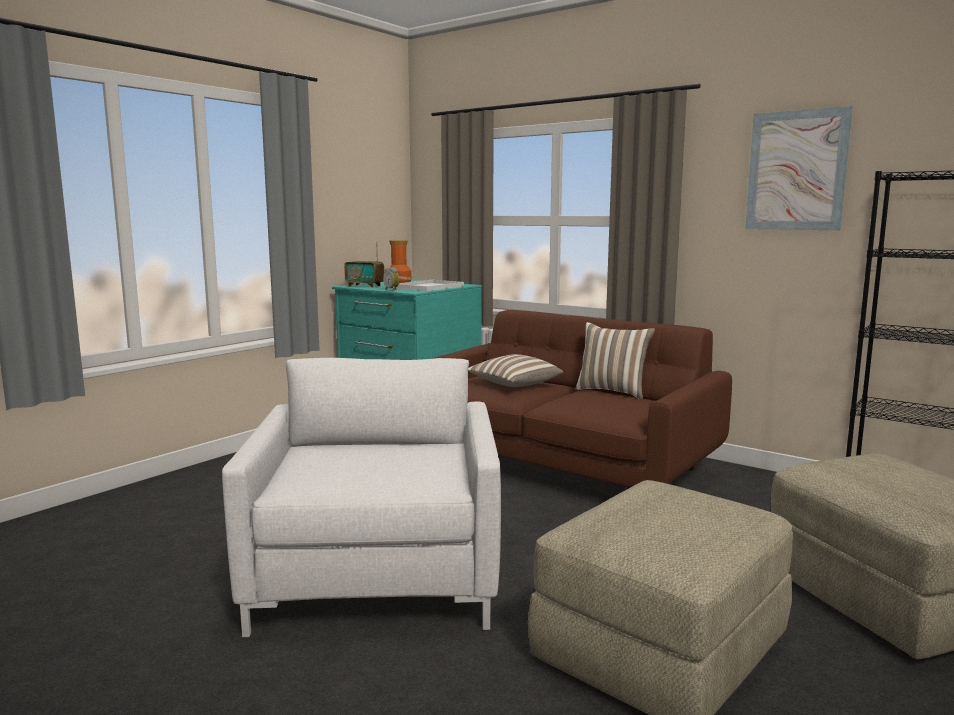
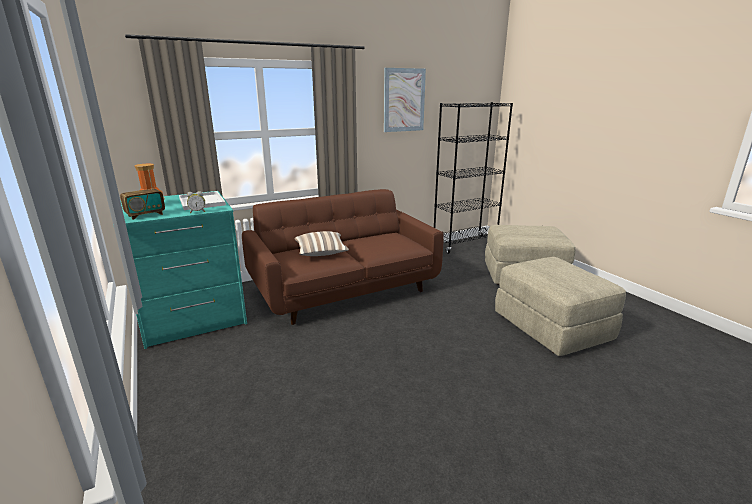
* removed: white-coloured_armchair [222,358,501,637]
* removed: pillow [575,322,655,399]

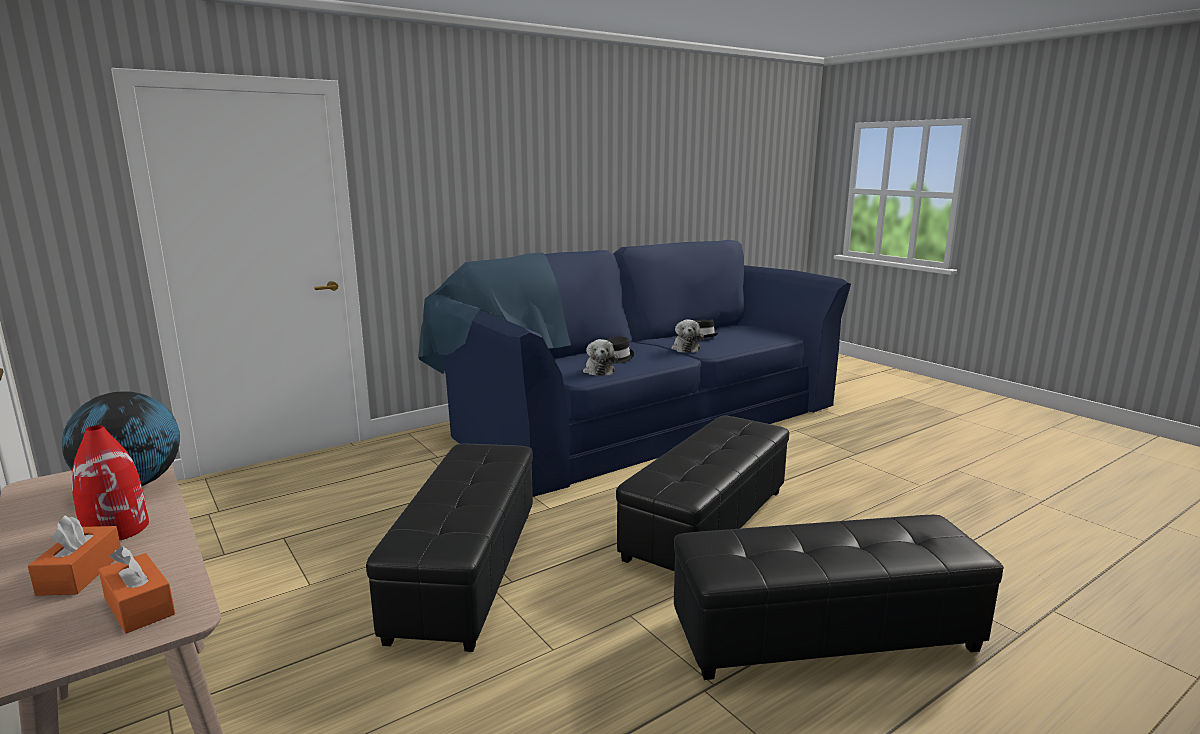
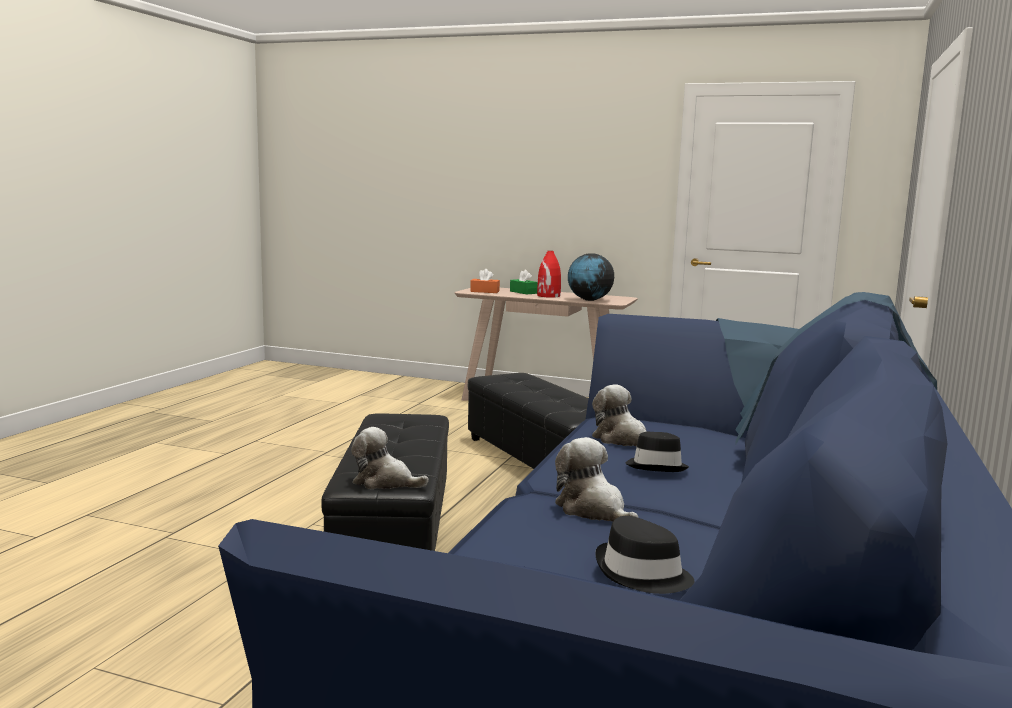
* added: plush_toy [351,427,429,489]
* recoloured: orange-coloured_tissue_box [28,515,121,596] to green_tissue_box [510,270,538,294]
* removed: black-coloured_ottoman [674,515,1004,680]

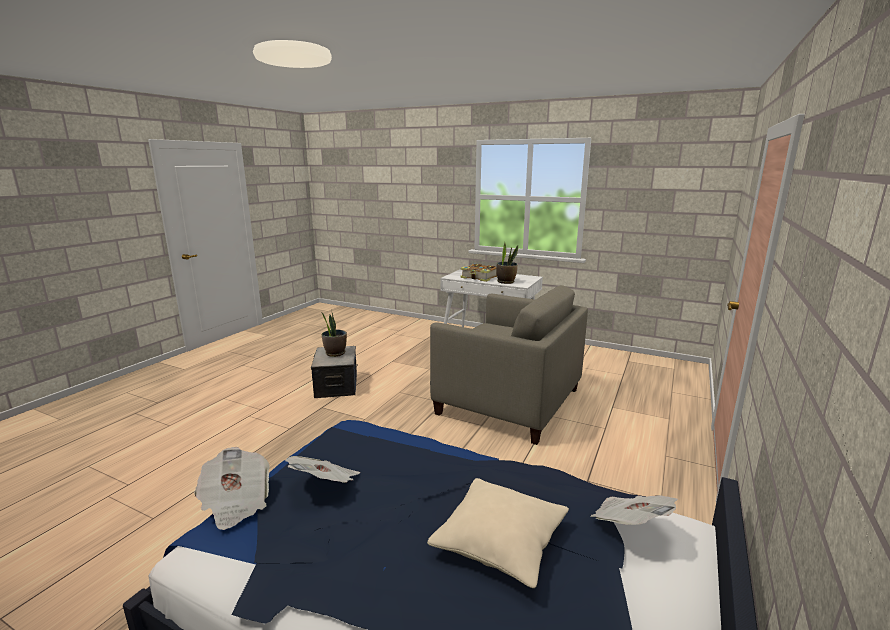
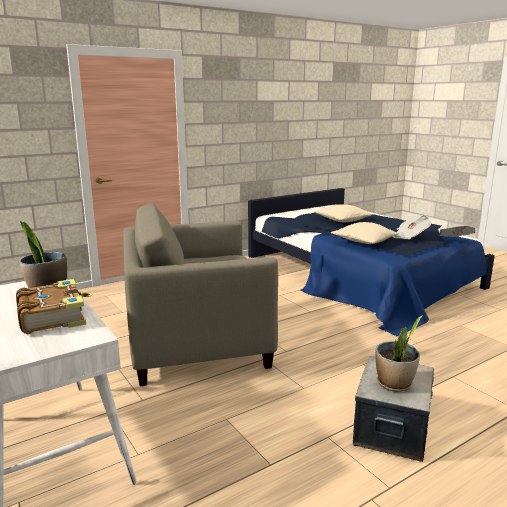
* turned: sand-coloured_armchair [430,285,588,445] = [123,203,278,386] 75 degrees counterclockwise
* added: sand-coloured_pillow [331,222,399,244]
* removed: printed_paper [591,495,678,525]

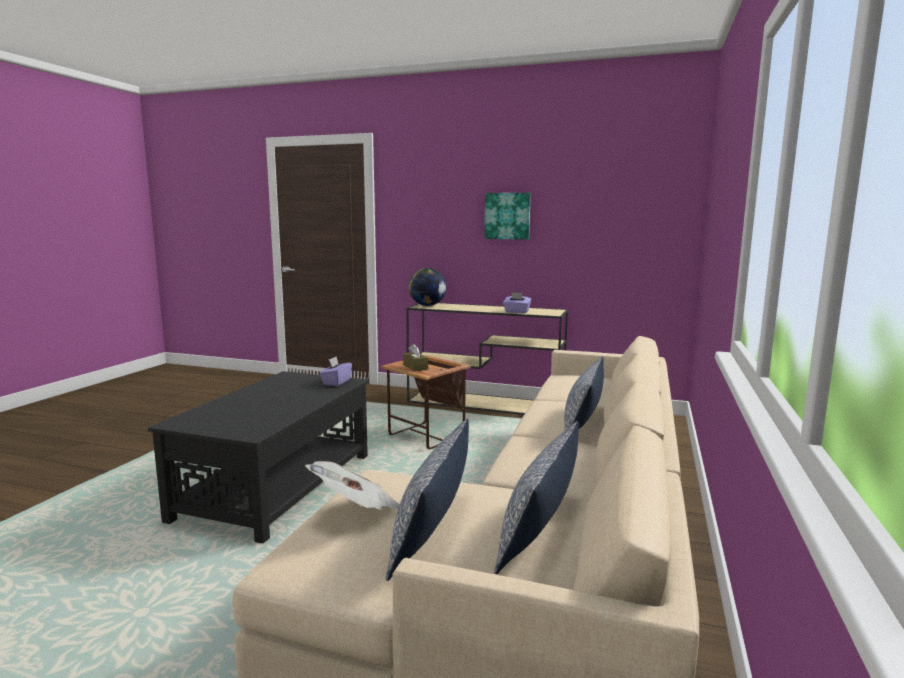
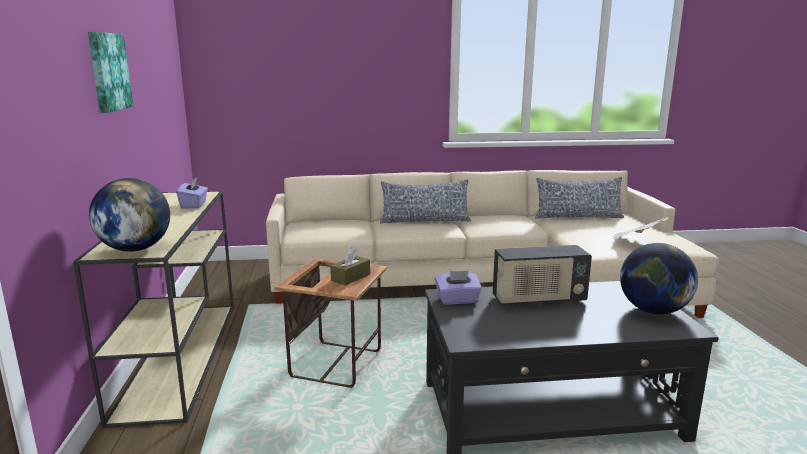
* added: radio [493,245,592,306]
* added: desk_globe [620,243,698,314]
* removed: pillow [386,419,469,581]

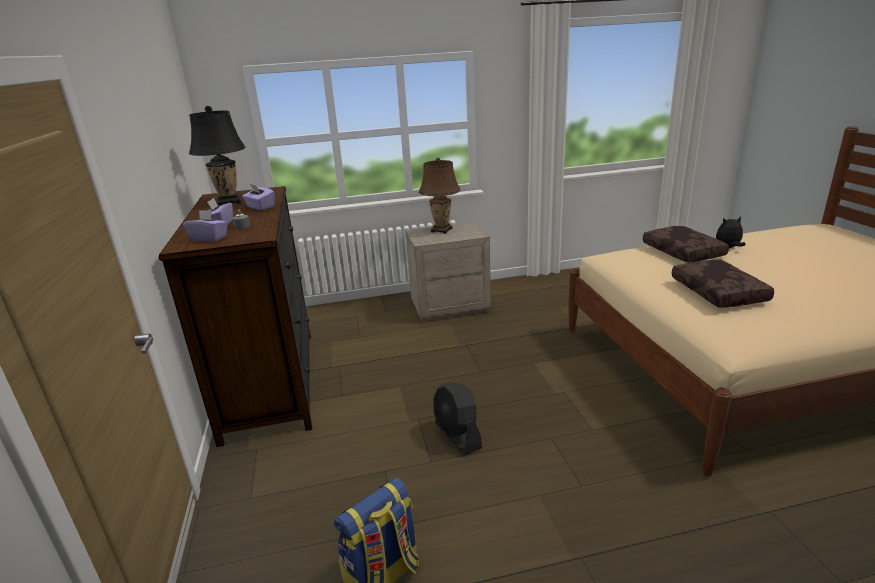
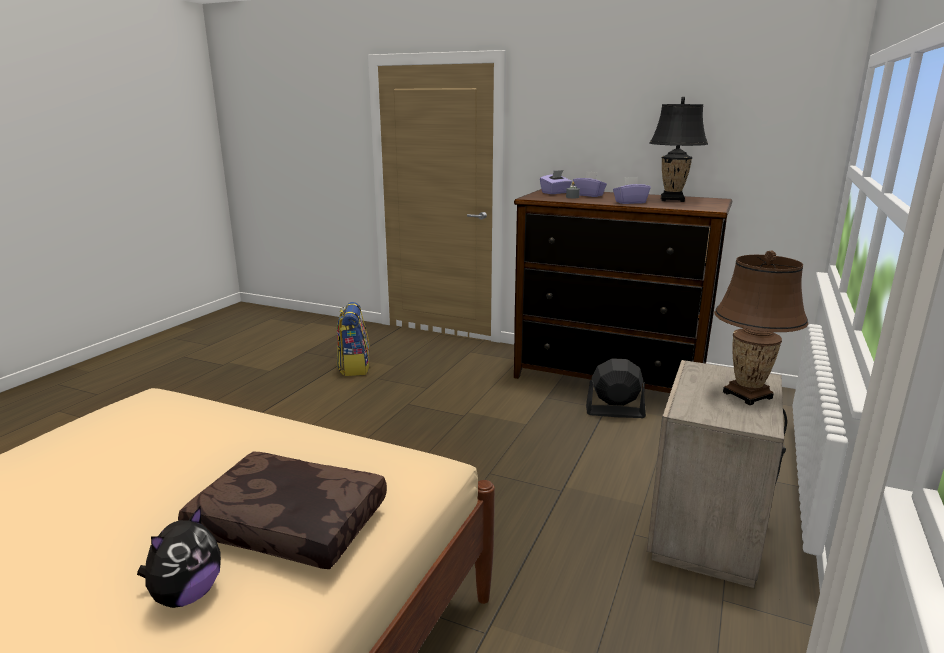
* moved: black-coloured_electric_fan [433,383,482,455] to [586,358,646,418]
* removed: brownish_pillow [672,260,774,308]

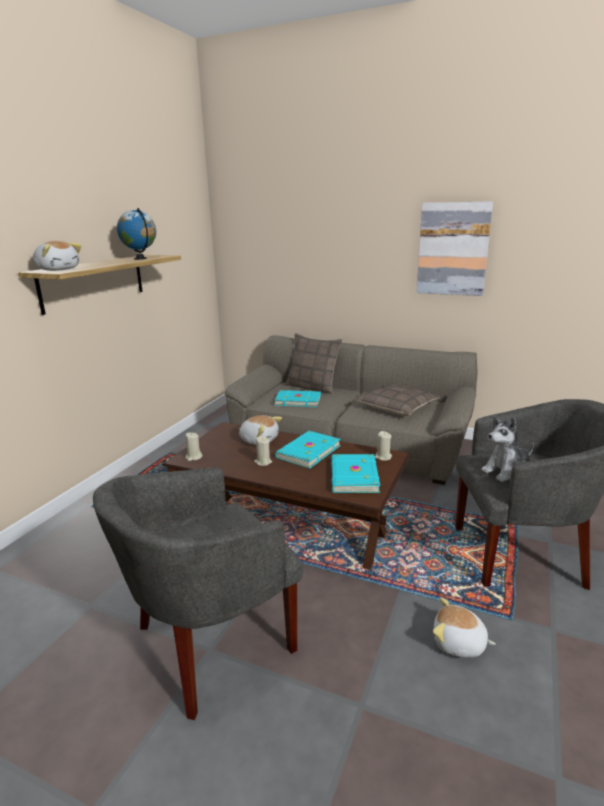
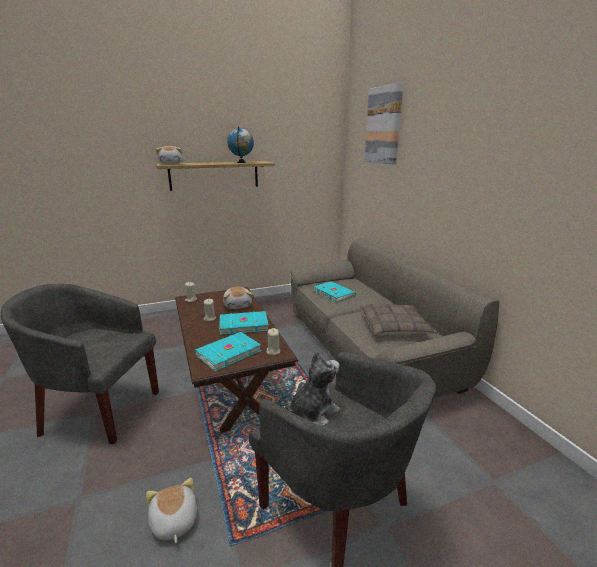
* turned: plush_toy [481,417,534,482] = [285,351,340,426] 120 degrees clockwise
* moved: picture [417,201,493,296] to [365,82,403,164]
* removed: pillow [286,333,342,394]

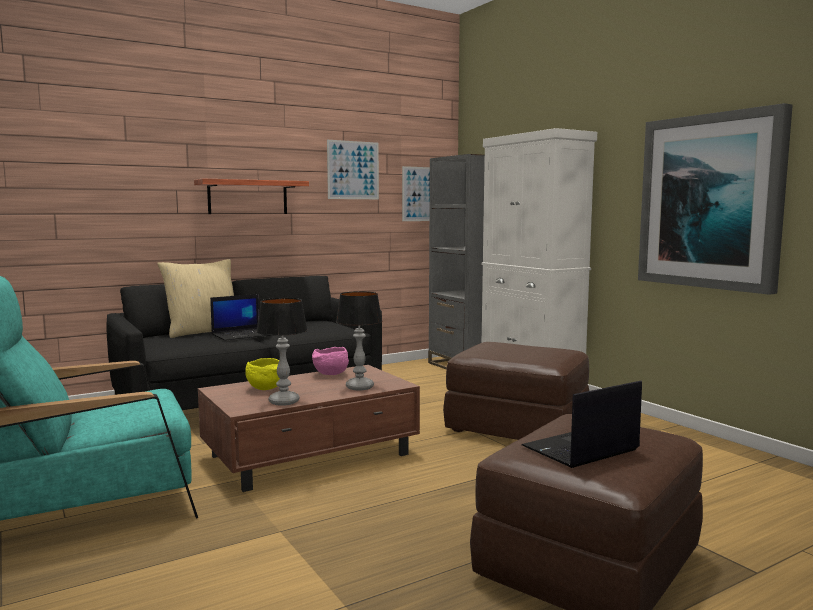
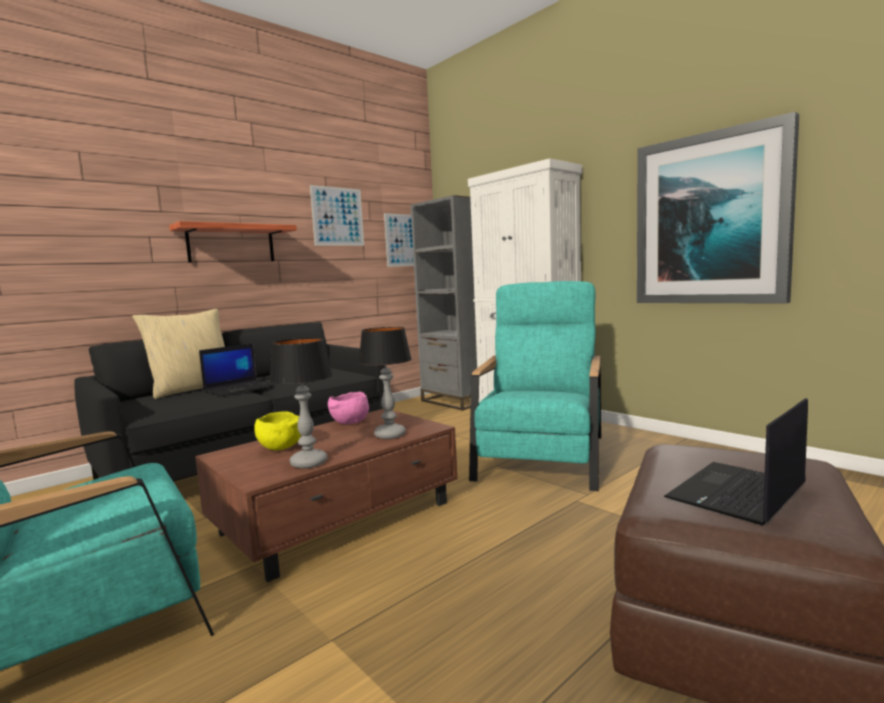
* replaced: brownish_ottoman [443,342,589,440] to blue-green_armchair [469,281,601,491]

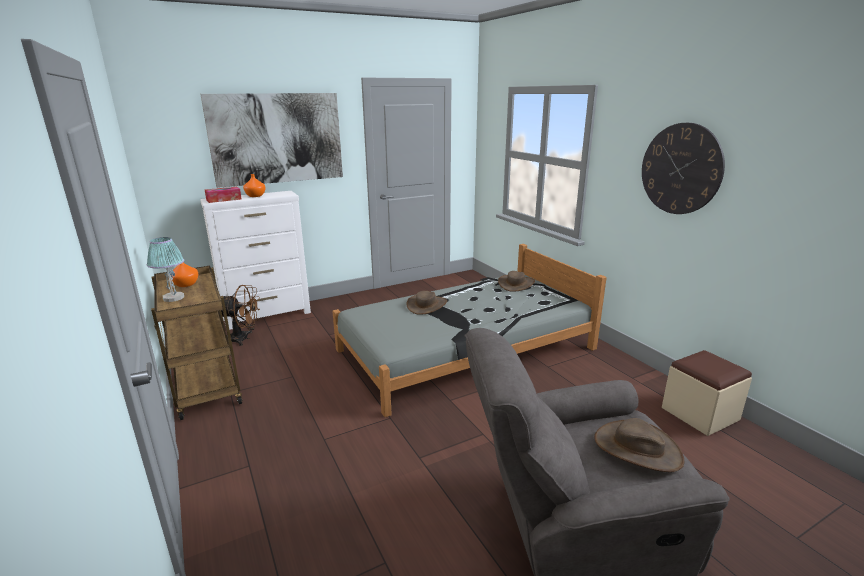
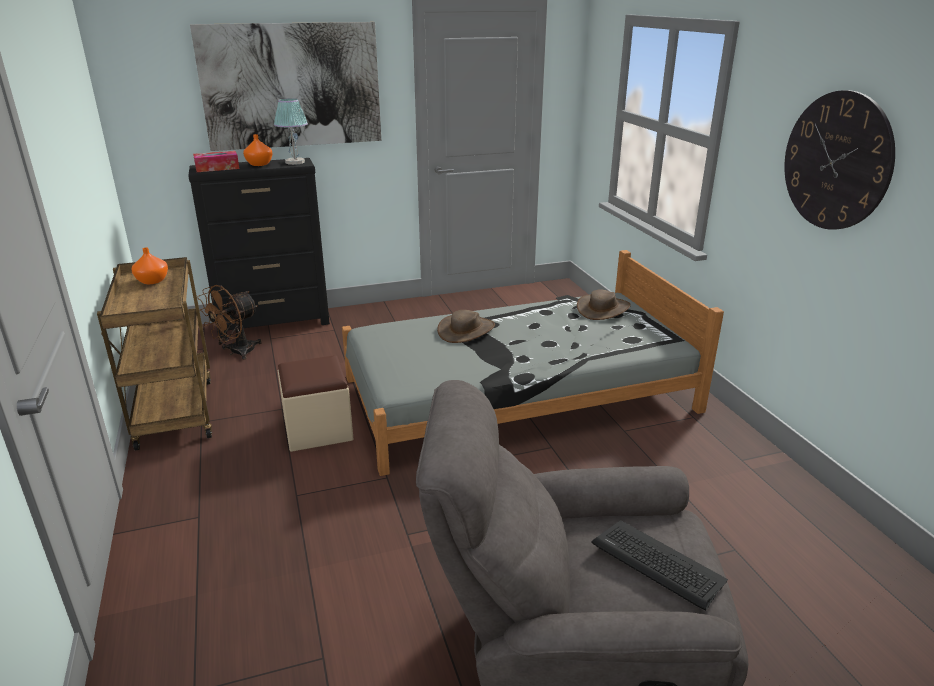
* recoloured: white-coloured_dresser [200,191,311,330] to black-coloured_dresser [188,158,330,339]
* turned: brownish_electric_fan [221,285,260,346] = [197,285,262,360] 120 degrees clockwise
* moved: table_lamp [147,237,184,302] to [274,98,308,165]
* moved: sand-coloured_ottoman [662,350,752,436] to [277,355,353,452]
* replaced: brownish_wearable_hat [594,418,684,472] to computer_keyboard [591,520,728,610]

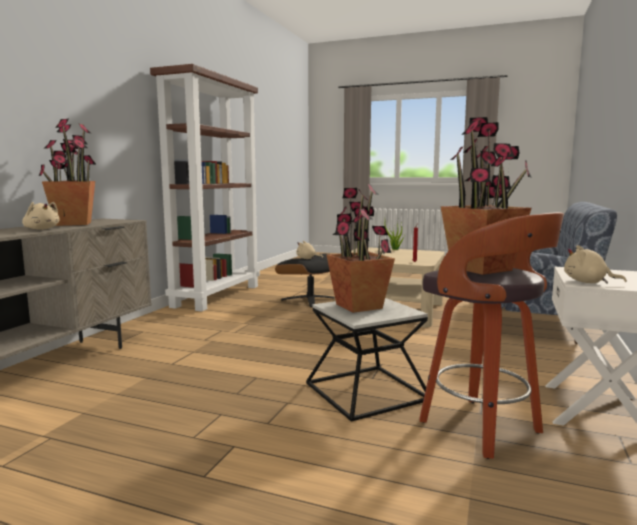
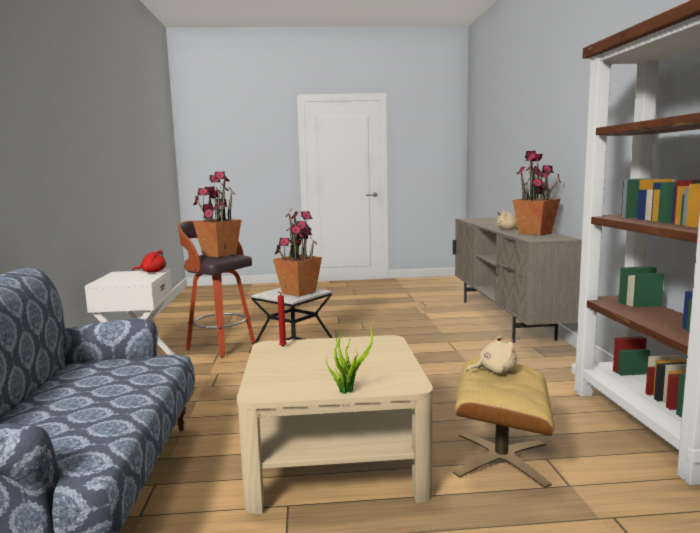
* recoloured: sand-coloured_plush_toy [564,245,627,284] to reddish_plush_toy [132,250,166,273]
* recoloured: black-coloured_ottoman [275,254,335,307] to sand-coloured_ottoman [453,358,554,489]

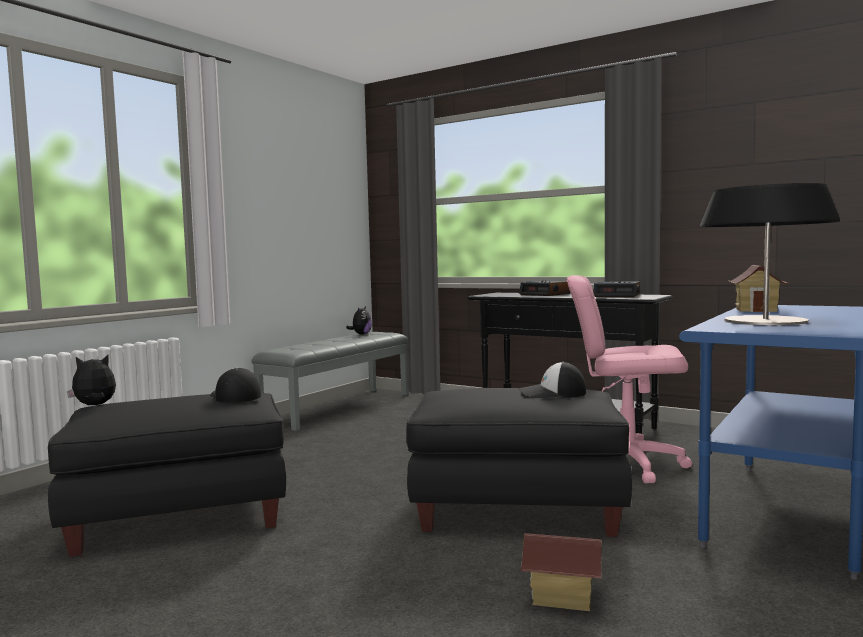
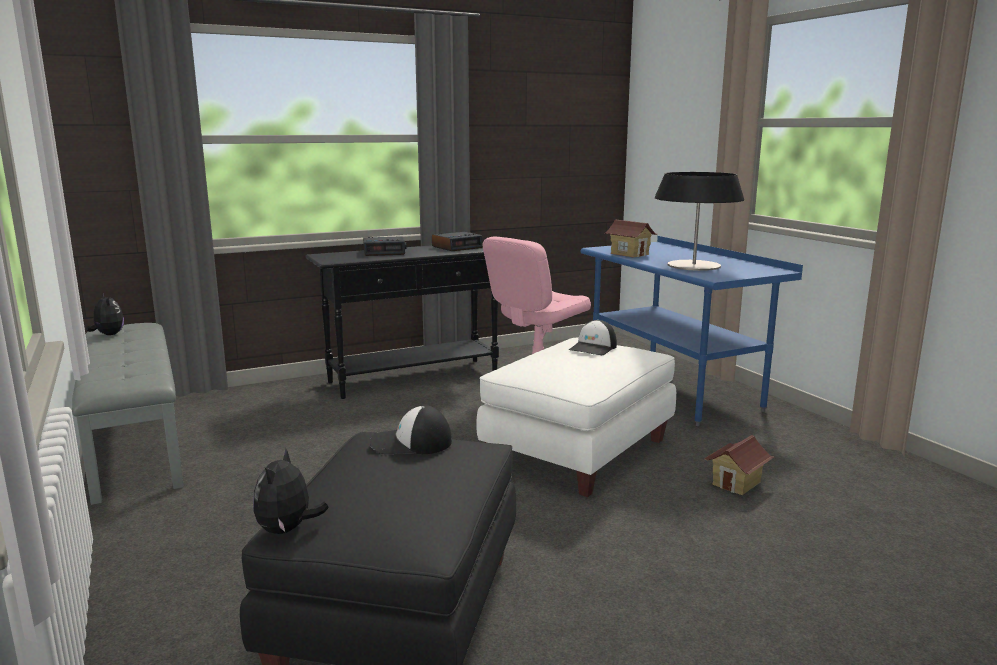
* recoloured: black-coloured_ottoman [406,388,632,537] to white-coloured_ottoman [476,337,676,497]

